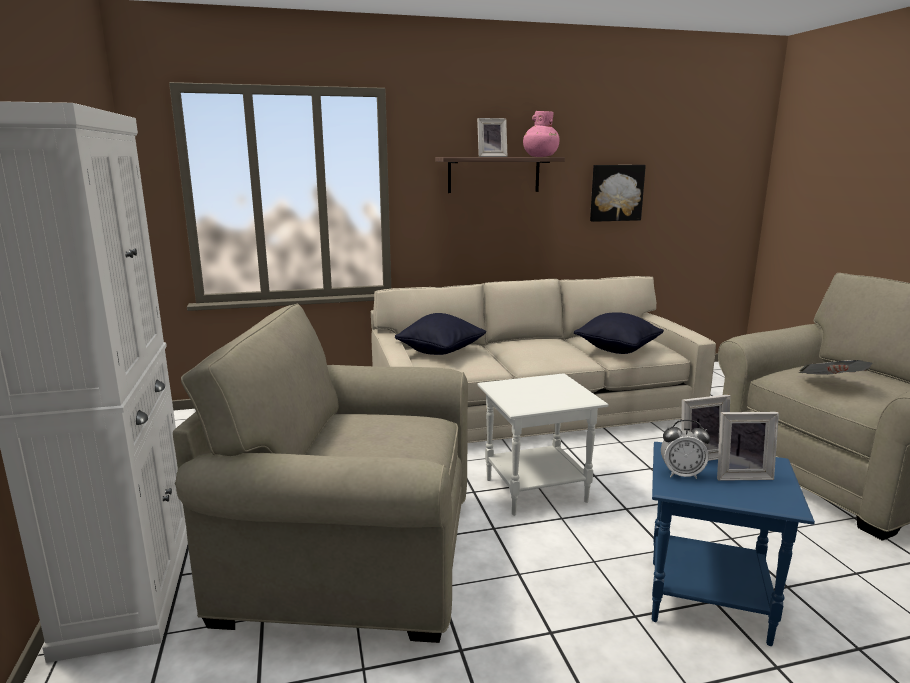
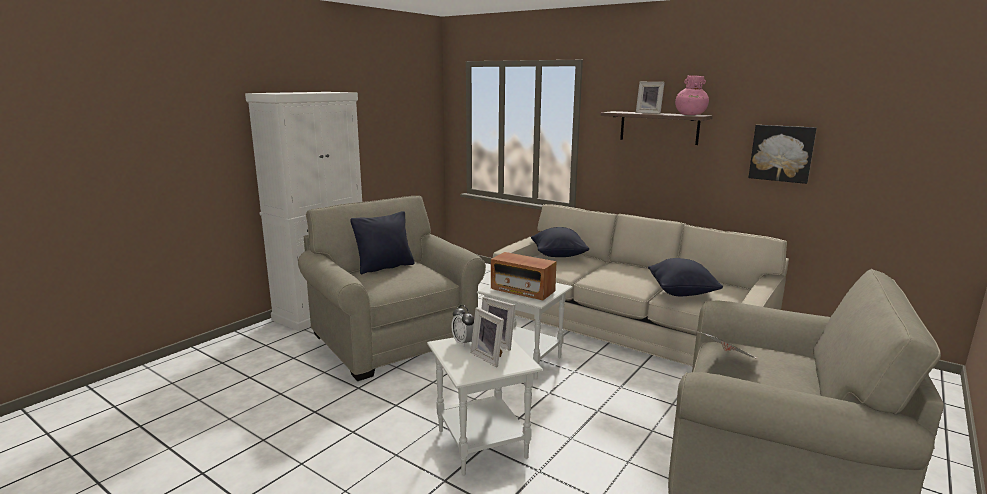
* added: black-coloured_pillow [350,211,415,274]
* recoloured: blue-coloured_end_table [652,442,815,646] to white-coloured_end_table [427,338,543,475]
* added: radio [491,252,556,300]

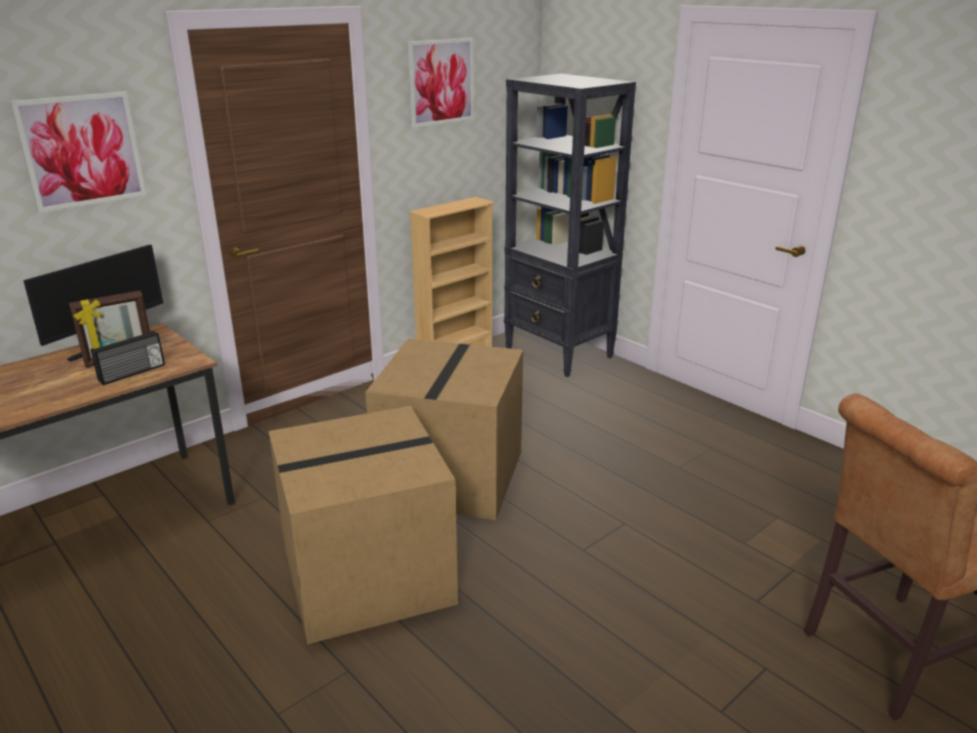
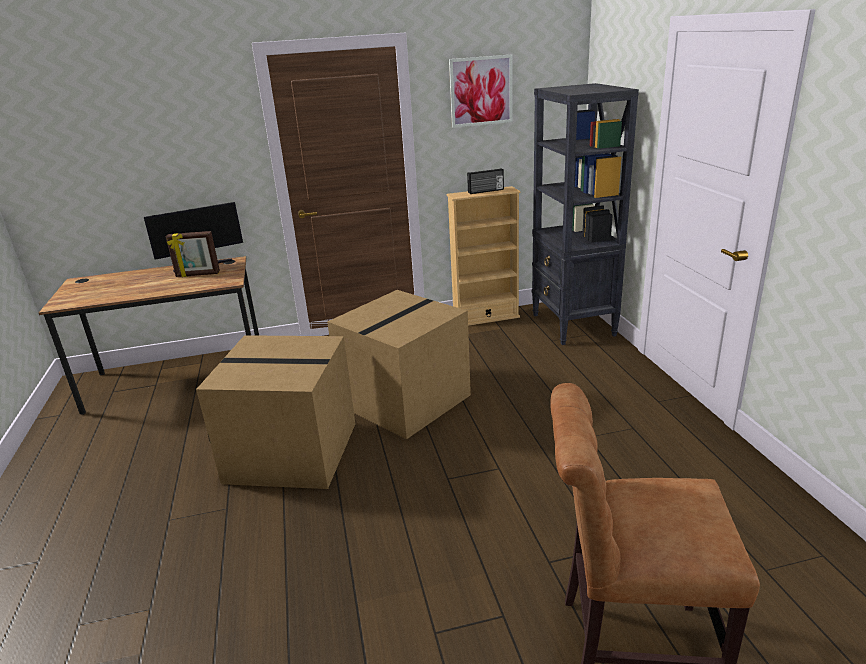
* moved: radio [91,331,165,385] to [467,168,504,194]
* removed: picture [10,91,146,213]

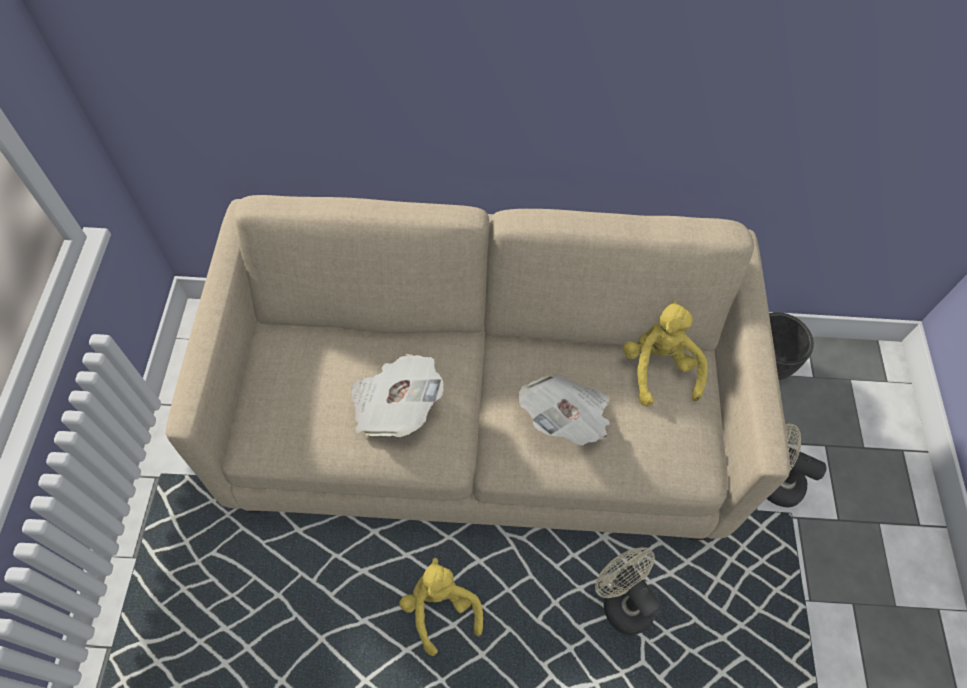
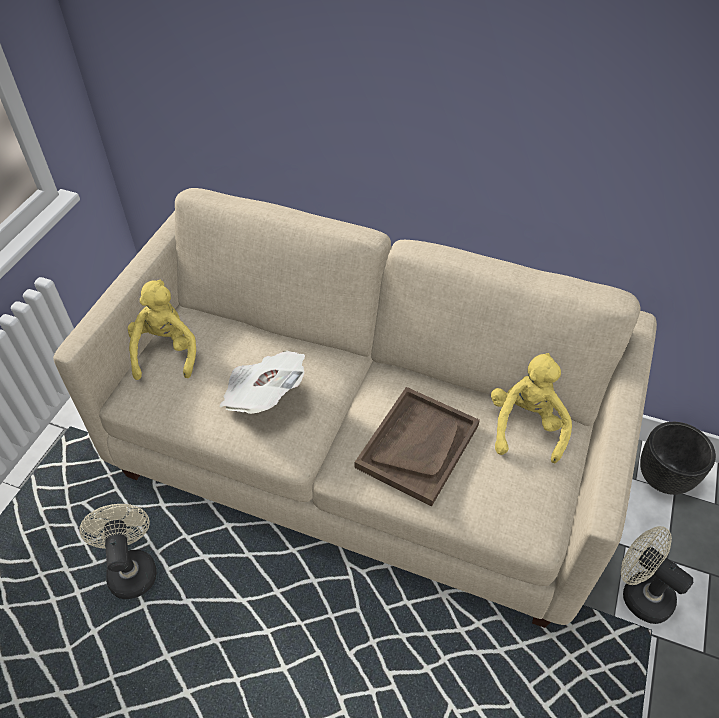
* moved: sand-coloured_electric_fan [595,547,662,635] to [79,504,157,599]
* moved: yellow_plush_toy [399,558,483,656] to [128,280,196,380]
* replaced: printed_paper [519,373,610,445] to brownish_tray [355,387,480,507]

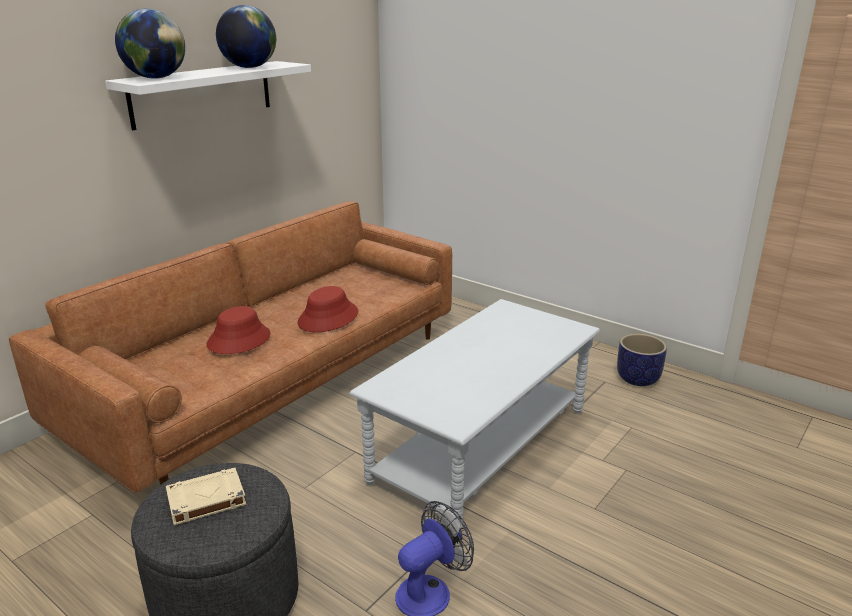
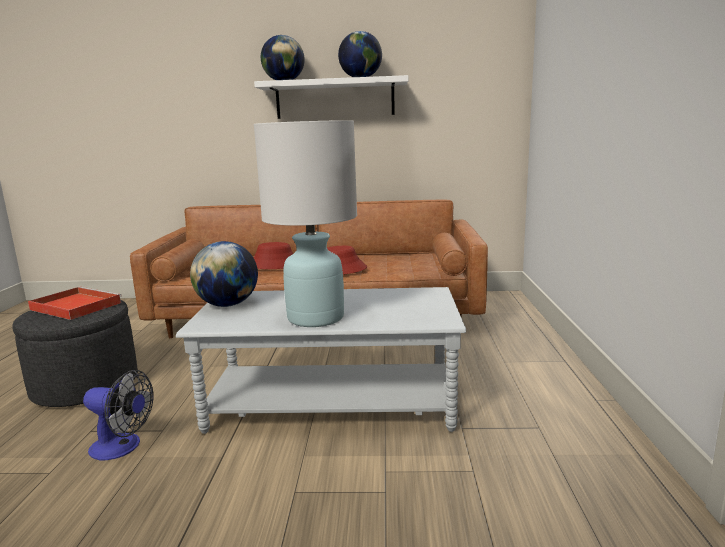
* replaced: sand-coloured_volume [166,468,246,525] to reddish_tray [28,287,122,320]
* added: desk_globe [190,241,258,307]
* added: white-coloured_table_lamp [254,120,357,327]
* removed: planter [617,334,667,386]

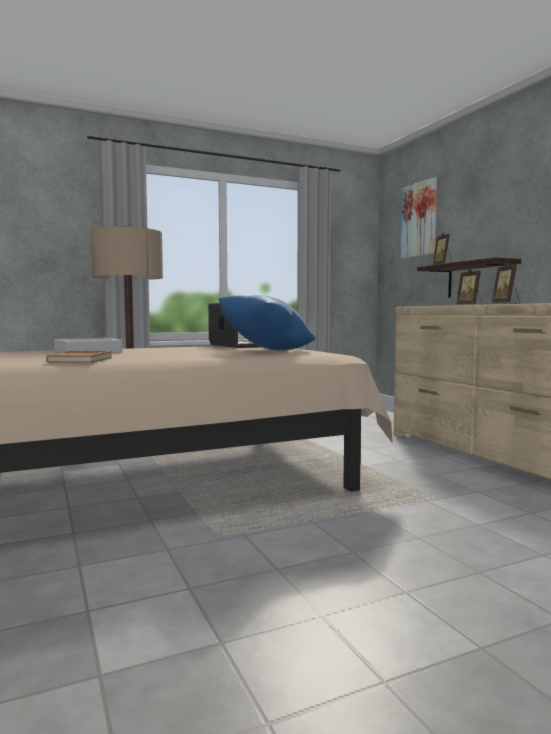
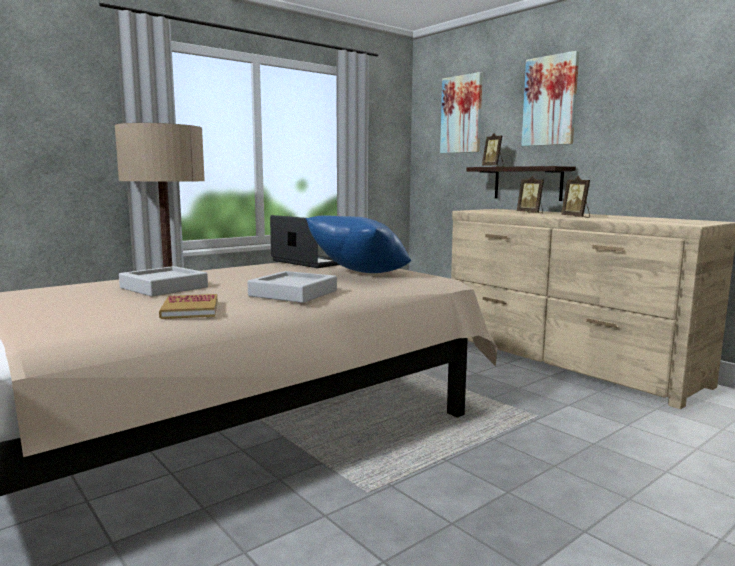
* added: greyish_tray [248,271,337,303]
* added: picture [521,51,579,146]

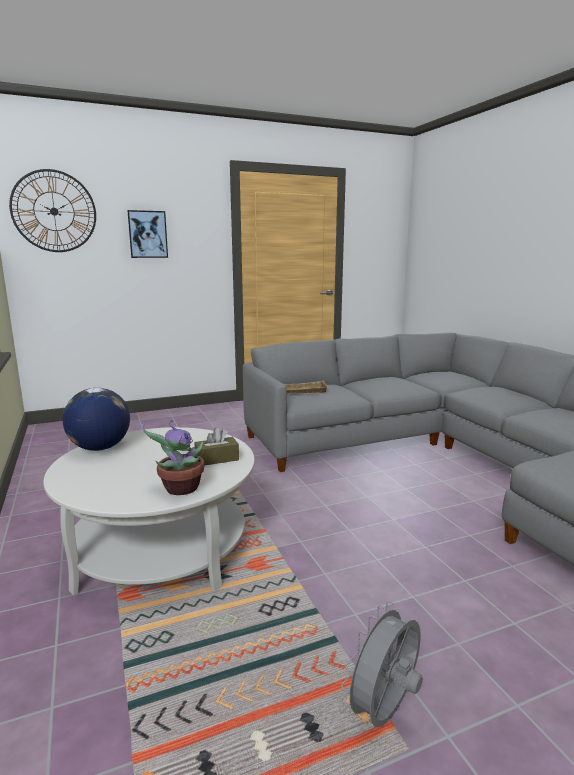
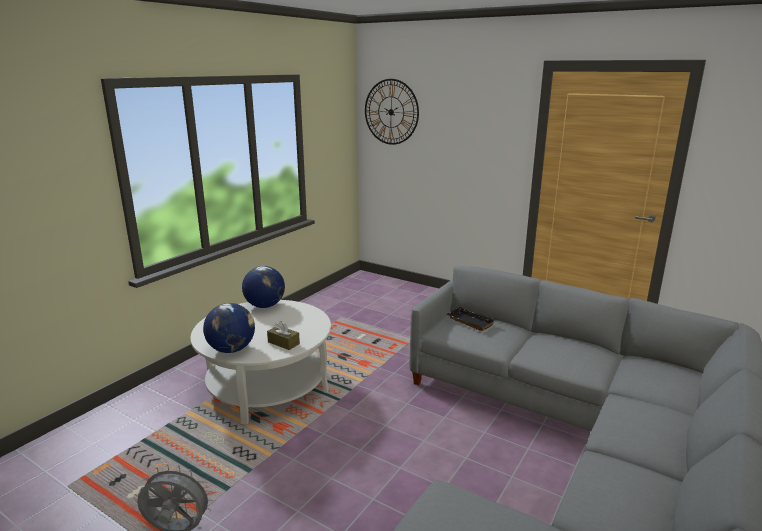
* replaced: plant_in_a_pot [142,420,205,495] to desk_globe [203,303,255,353]
* recoloured: sand-coloured_tray [283,381,328,394] to black-coloured_tray [446,307,496,331]
* removed: picture [127,210,168,258]

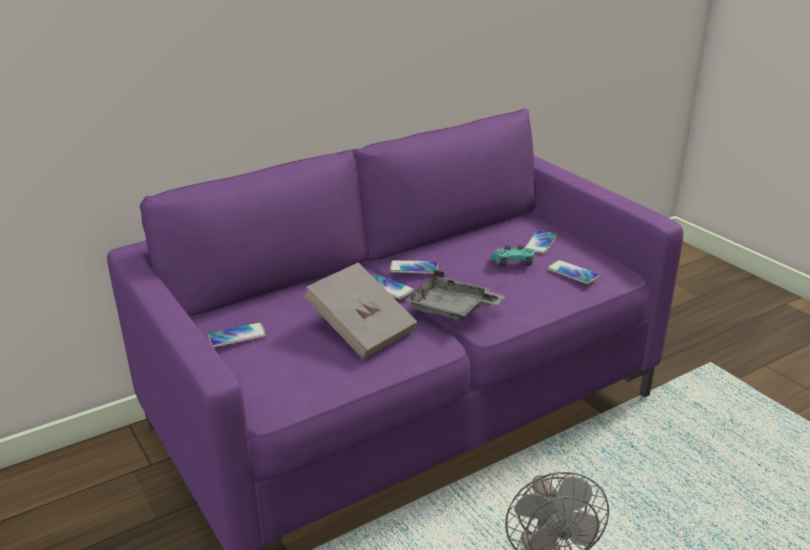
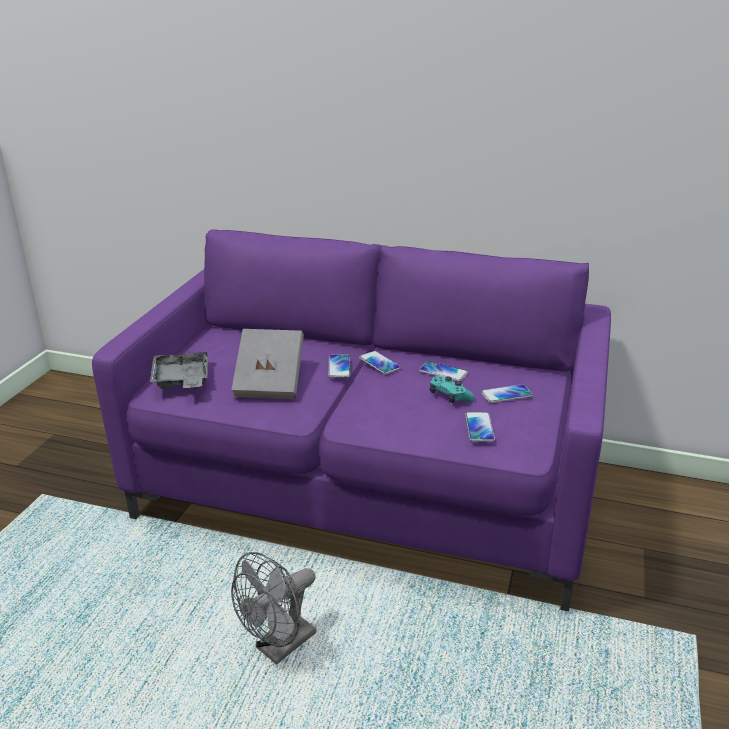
* moved: greyish_tray [405,270,505,322] to [150,349,208,389]
* moved: telephone [208,322,267,347] to [419,361,468,381]

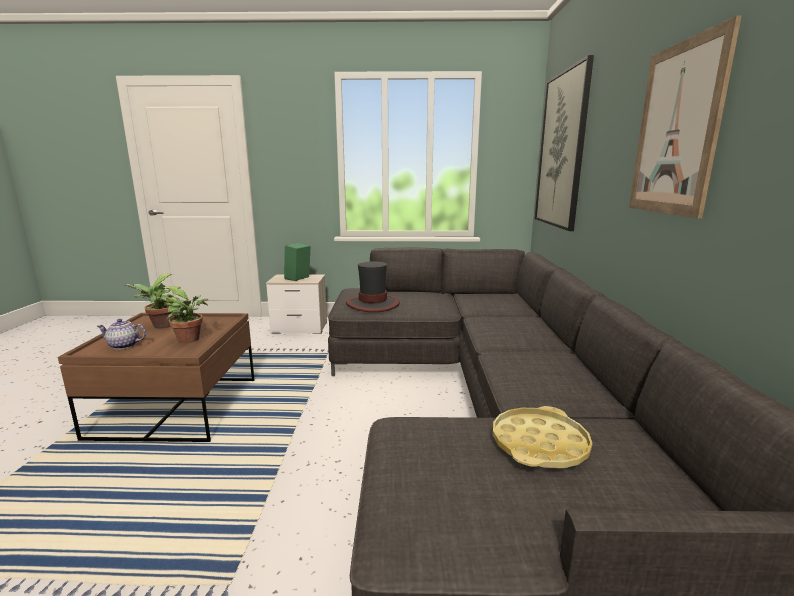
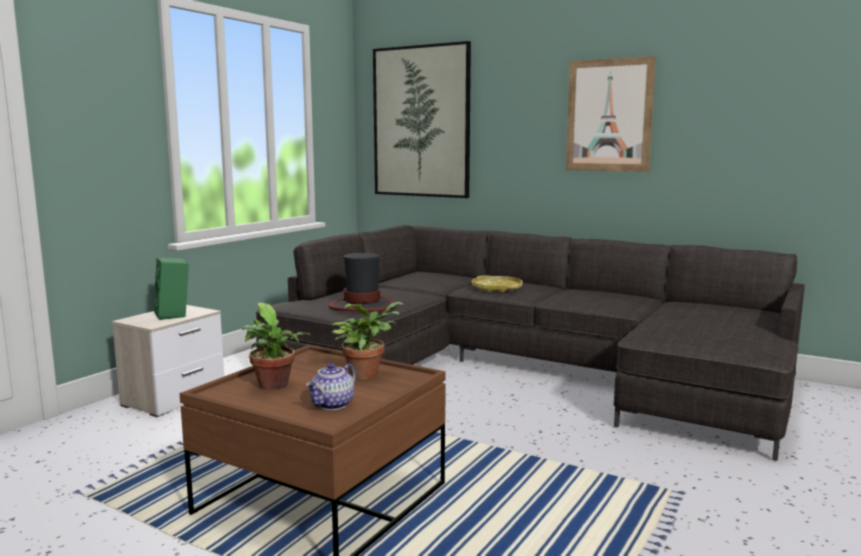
* moved: yellow_tray [493,406,592,469] to [472,275,523,292]

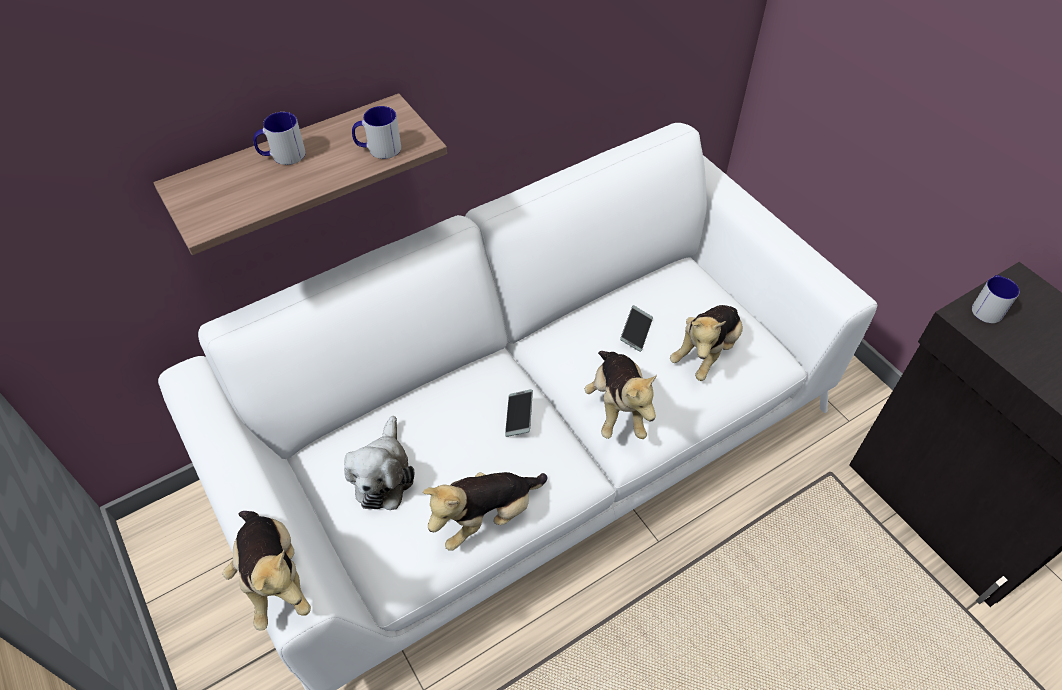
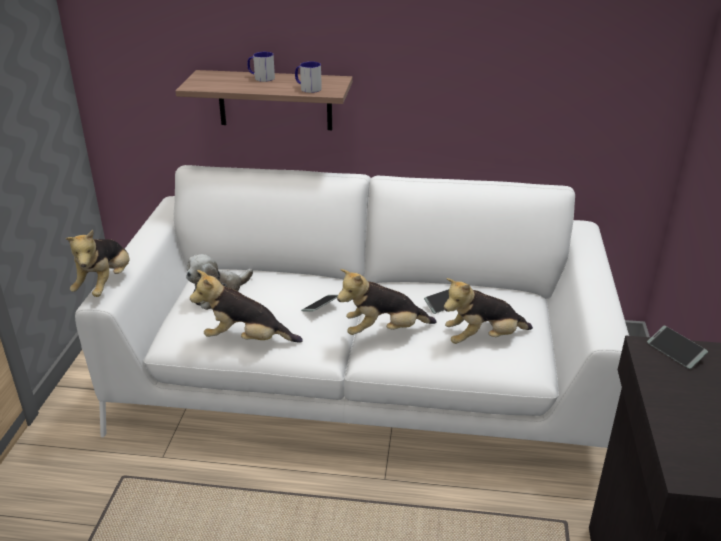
* turned: plush_toy [585,351,657,439] = [337,269,436,335] 45 degrees clockwise
* replaced: coffee_mug [972,275,1019,323] to telephone [647,326,708,369]

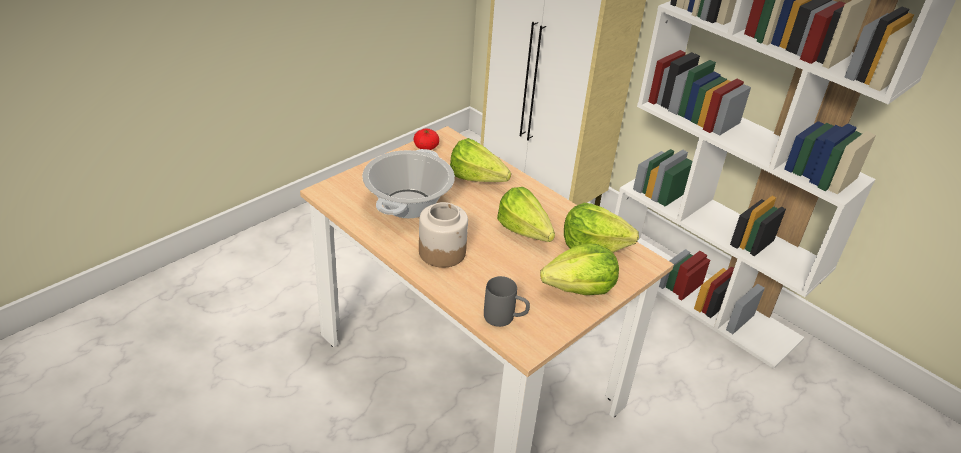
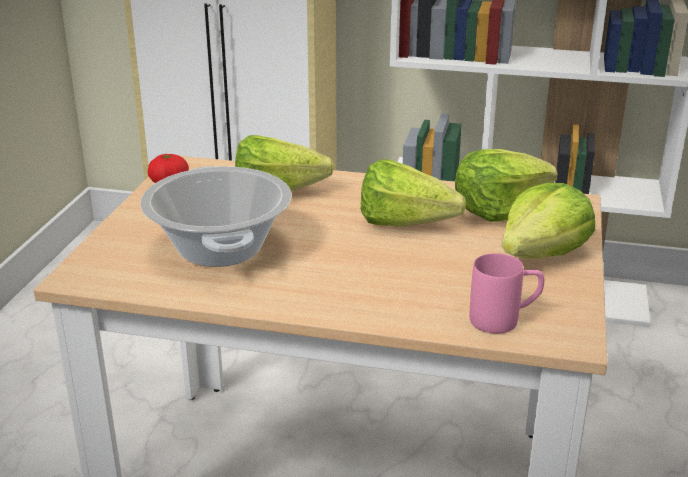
* recoloured: greyish_coffee_mug [484,276,530,327] to pinkish_coffee_mug [470,253,544,334]
* removed: preserve_jar [419,202,468,268]

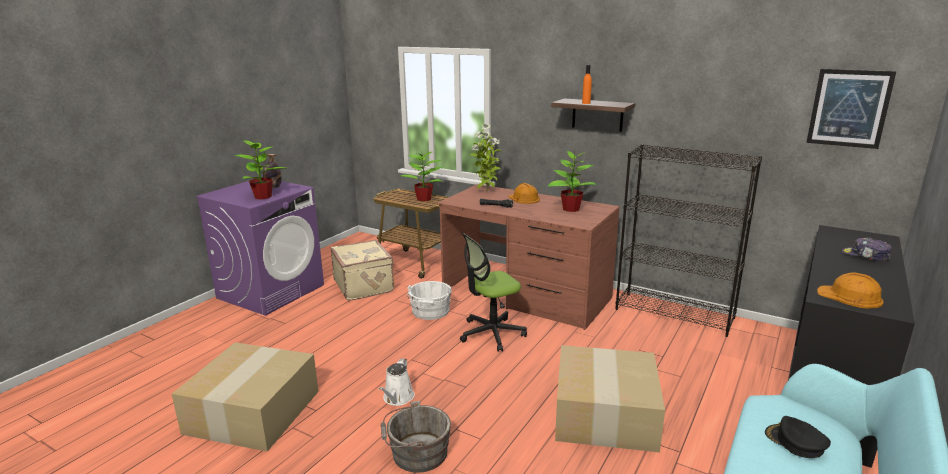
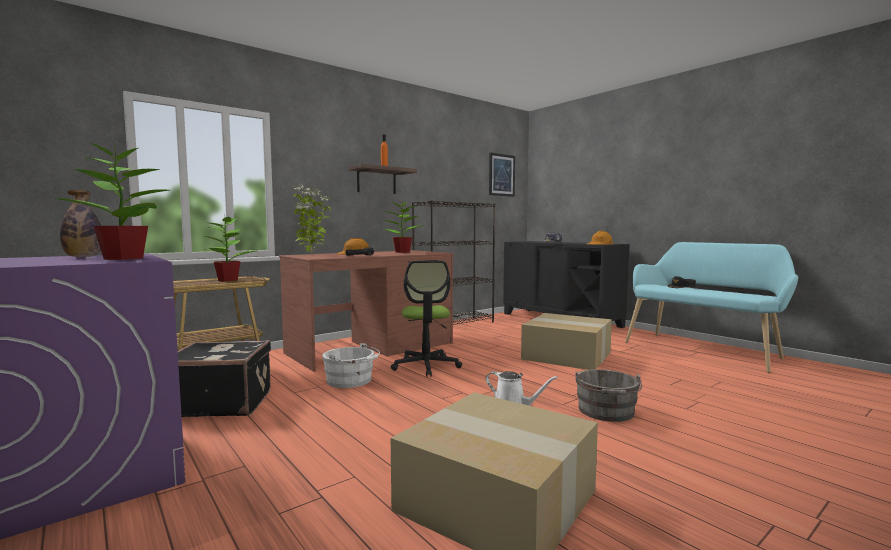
* recoloured: sand-coloured_suitcase [331,240,394,300] to black-coloured_suitcase [178,340,271,417]

